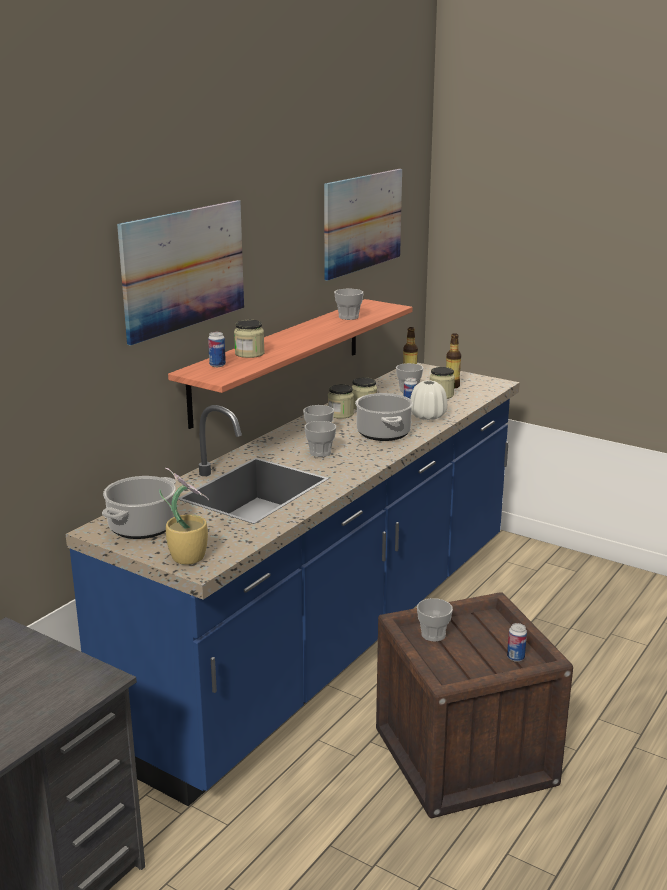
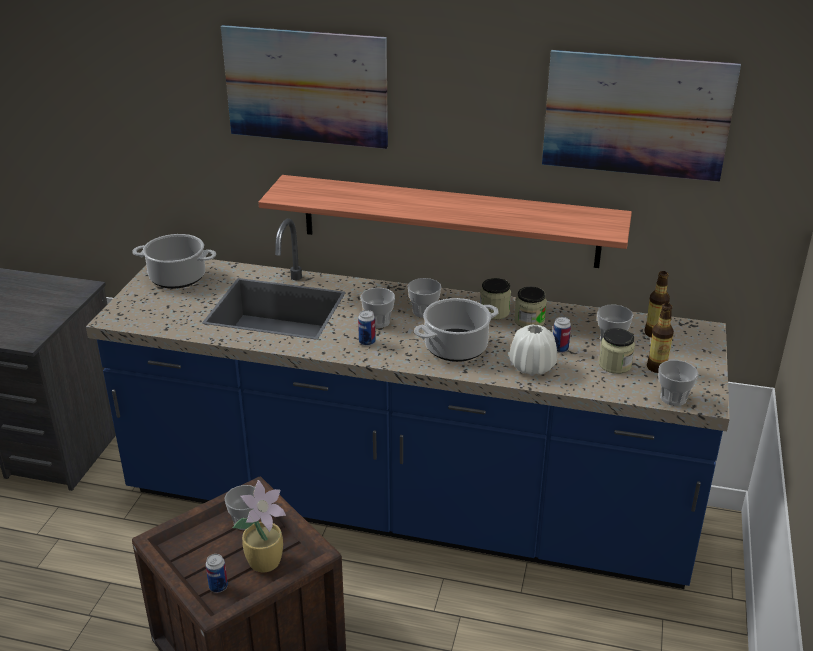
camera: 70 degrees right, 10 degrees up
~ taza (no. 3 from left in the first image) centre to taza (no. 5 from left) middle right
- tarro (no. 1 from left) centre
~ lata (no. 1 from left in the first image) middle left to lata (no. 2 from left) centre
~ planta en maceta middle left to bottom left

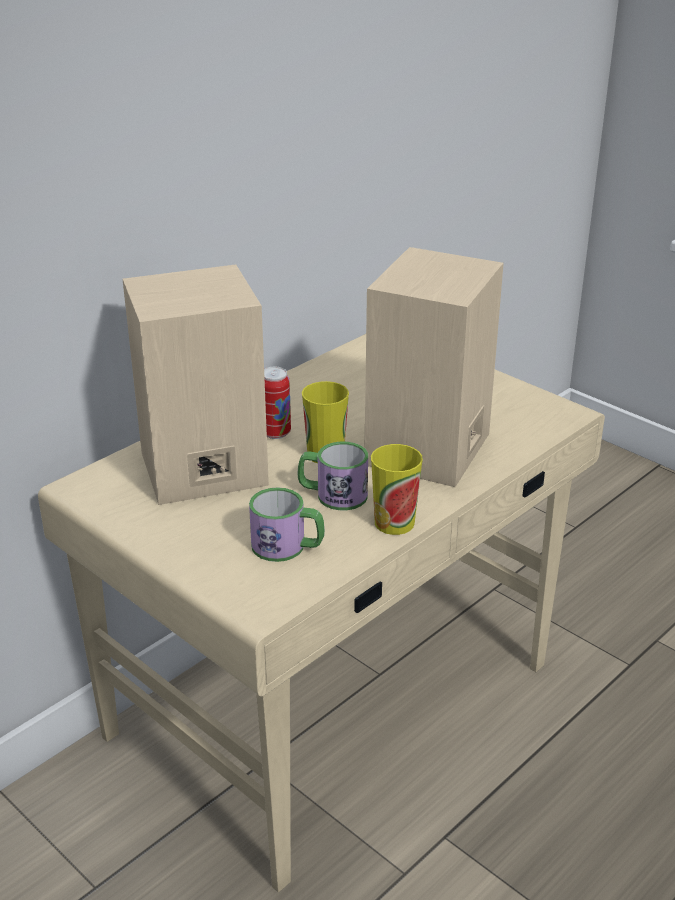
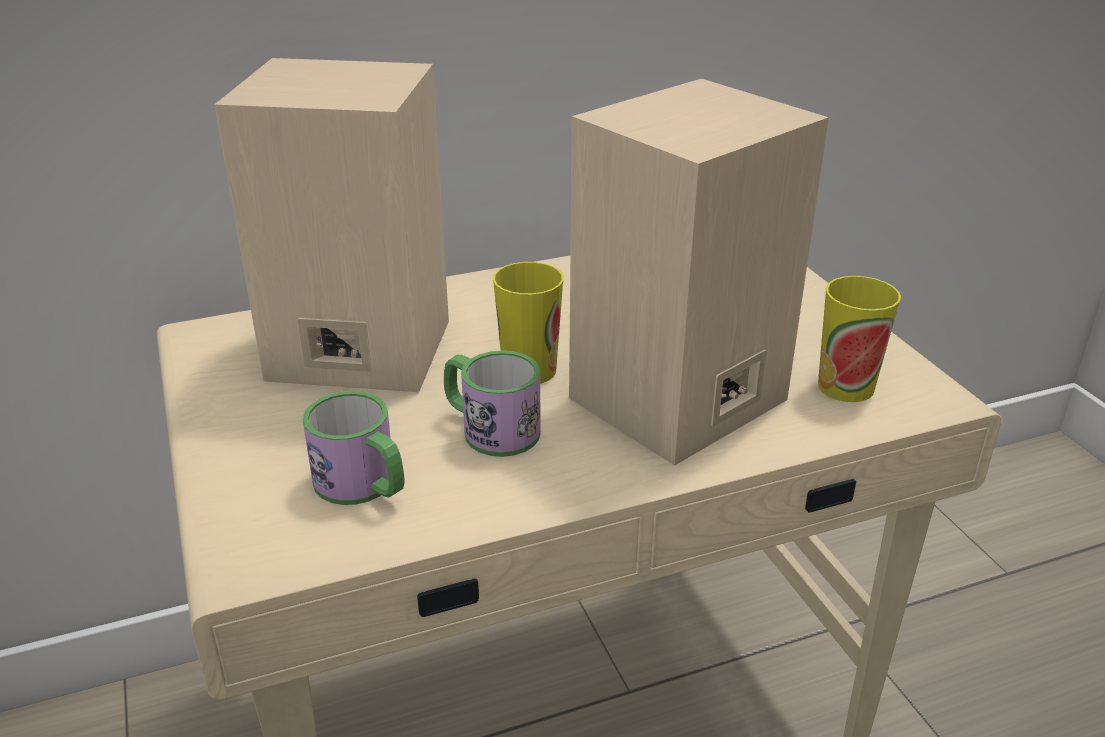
camera: 25 degrees right, 0 degrees up
- lata centre
~ taza (no. 2 from left) centre to middle right

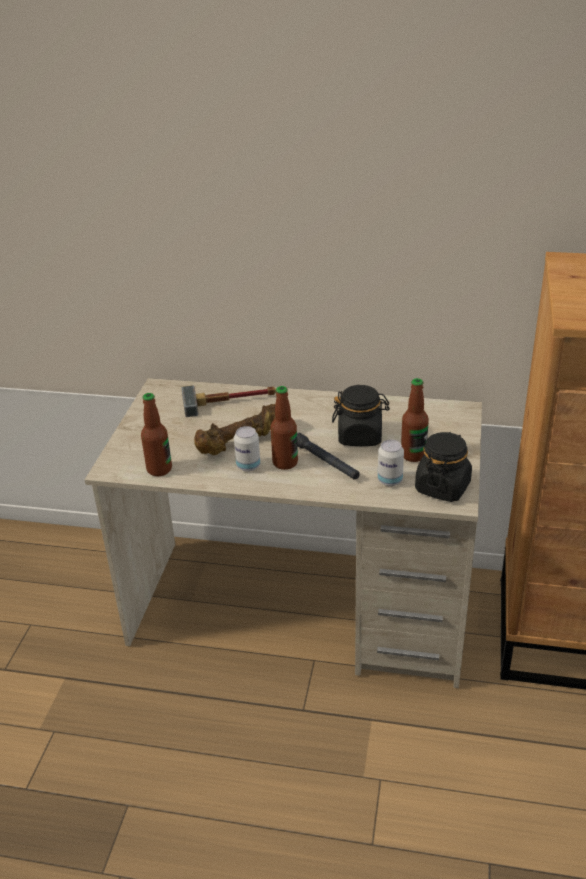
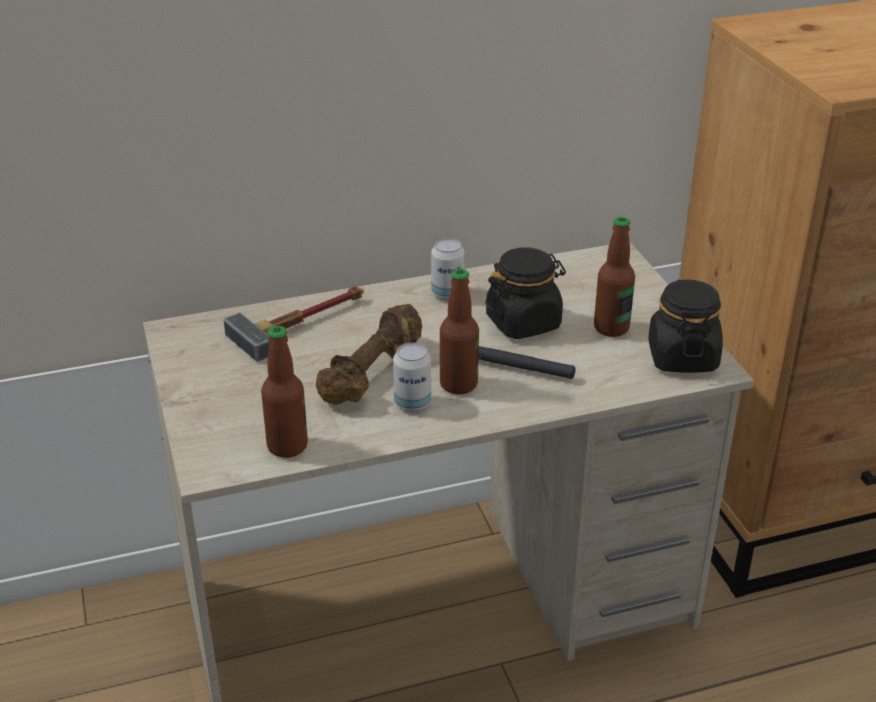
camera: 30 degrees left, 0 degrees up
~ lata (no. 2 from left) middle right to centre

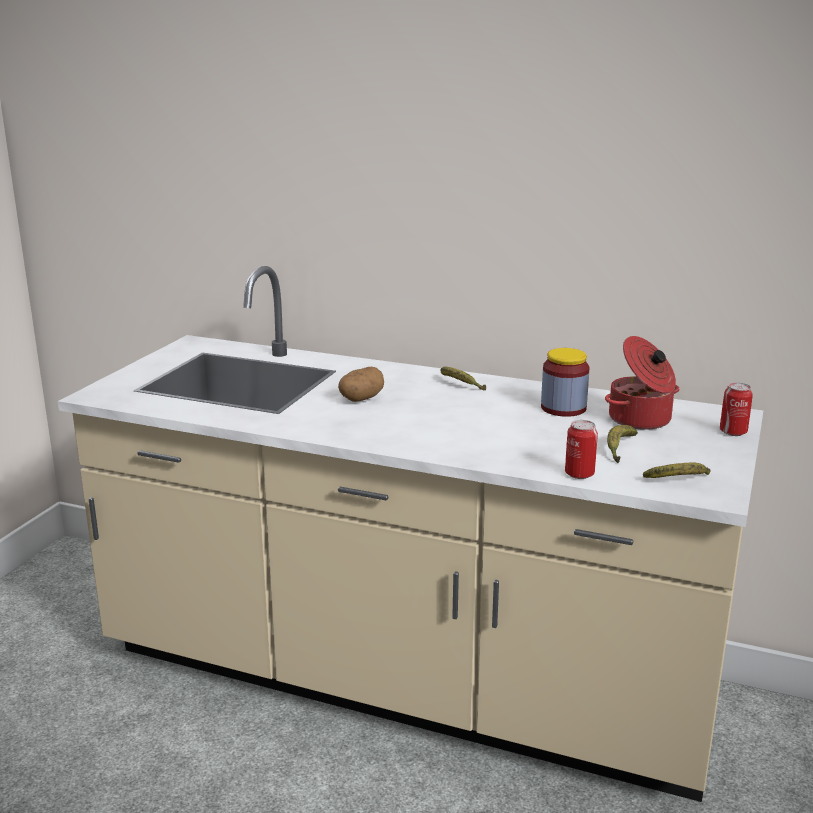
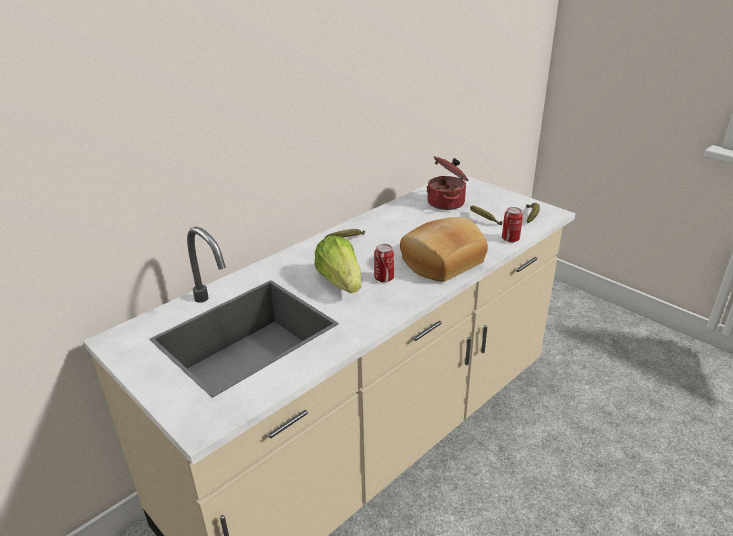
camera: 65 degrees left, 10 degrees up
- tarro middle right
~ patata centre to lechuga centre
~ lata (no. 2 from left in the first image) middle right to lata (no. 1 from left) centre
+ pan centre

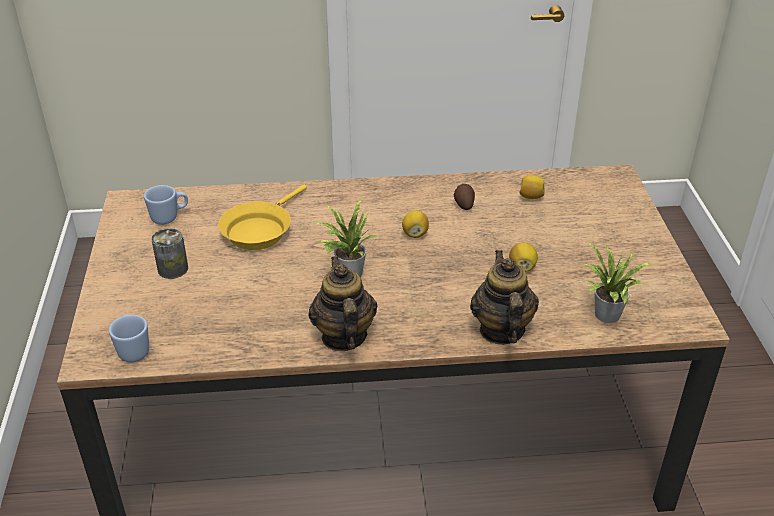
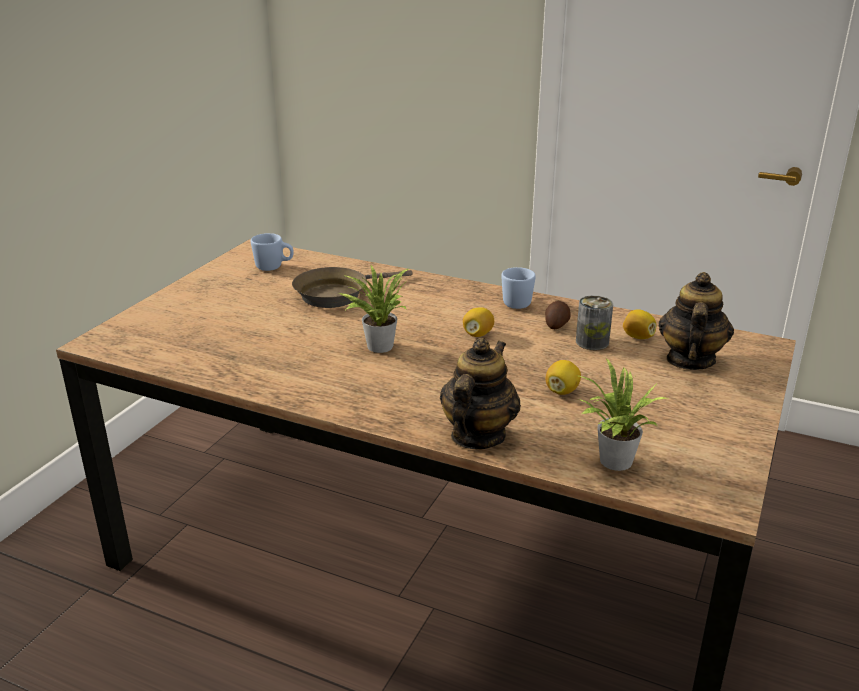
camera: 30 degrees right, 10 degrees down
~ sartén [amarillo] centre to sartén [marrón] centre
~ lata middle left to middle right
~ tetera (no. 1 from left in the first image) centre to tetera (no. 2 from left) middle right
~ taza grande [azul] (no. 1 from left in the first image) middle left to taza grande [azul] (no. 2 from left) centre

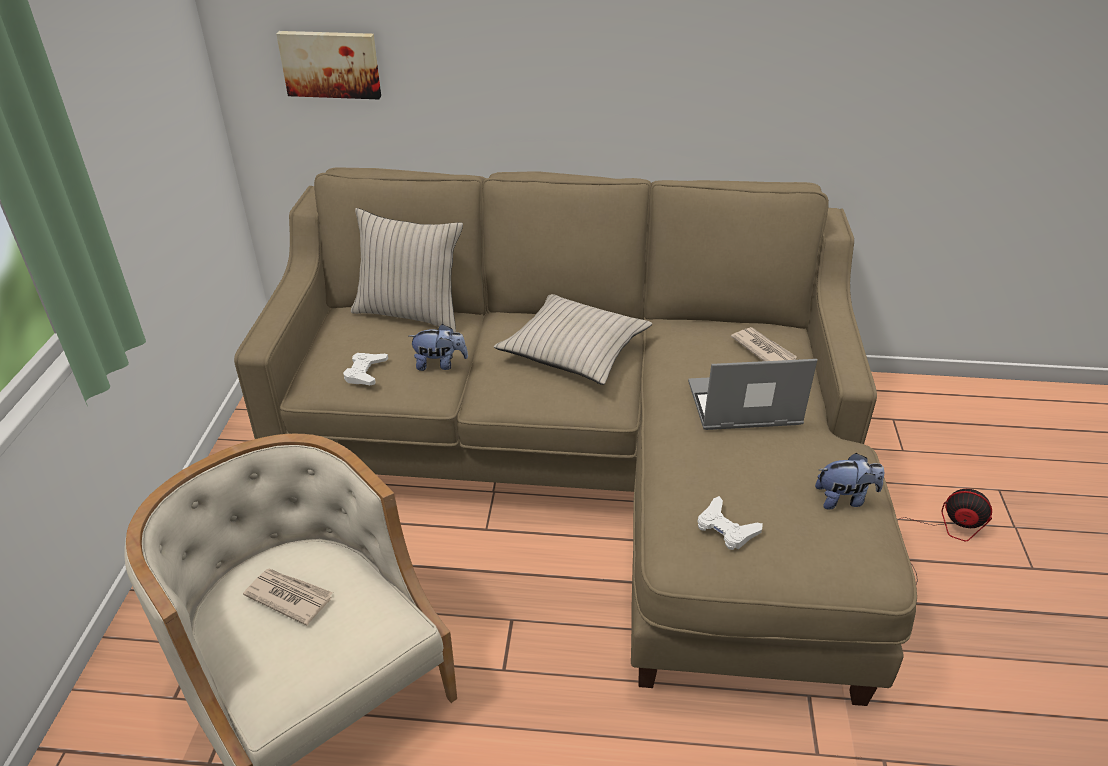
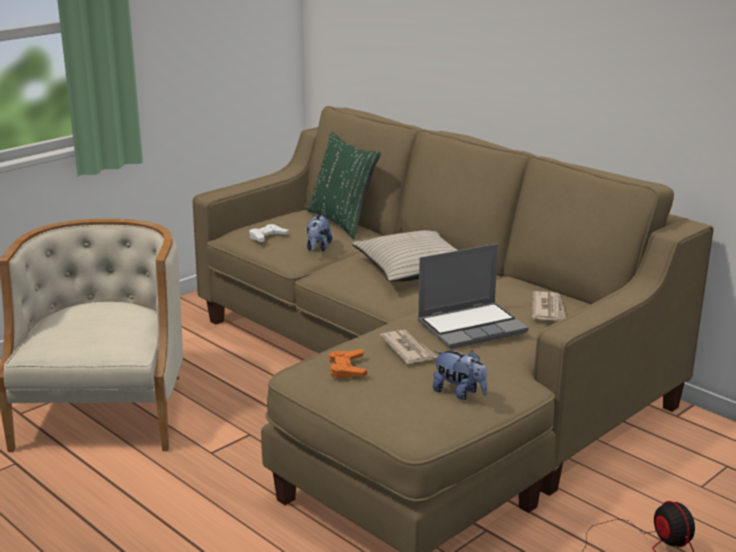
camera: 40 degrees right, 15 degrees down
- cuadro top left
~ cojín [beis] (no. 1 from left) centre to cojín [verde] centre
~ peluche (no. 1 from left) centre = centre 60 degrees clockwise
~ portátil middle right = centre 120 degrees clockwise
~ mando de consola [blanco] (no. 2 from left) bottom centre to mando de consola [naranja] centre
~ periódico (no. 1 from left) bottom left to centre

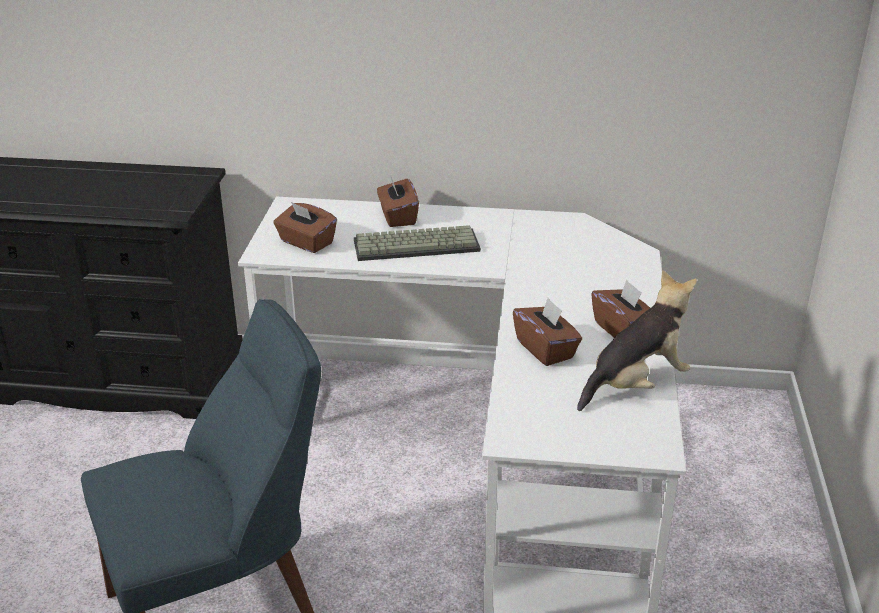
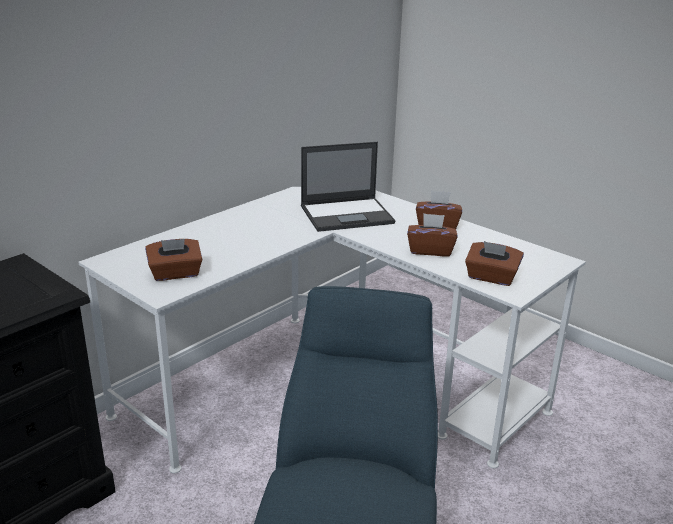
camera: 55 degrees left, 5 degrees down
~ caja de pañuelos [marrón] (no. 2 from left in the first image) top centre to caja de pañuelos [marrón] (no. 4 from left) middle right
- teclado centre
- peluche middle right
+ portátil centre

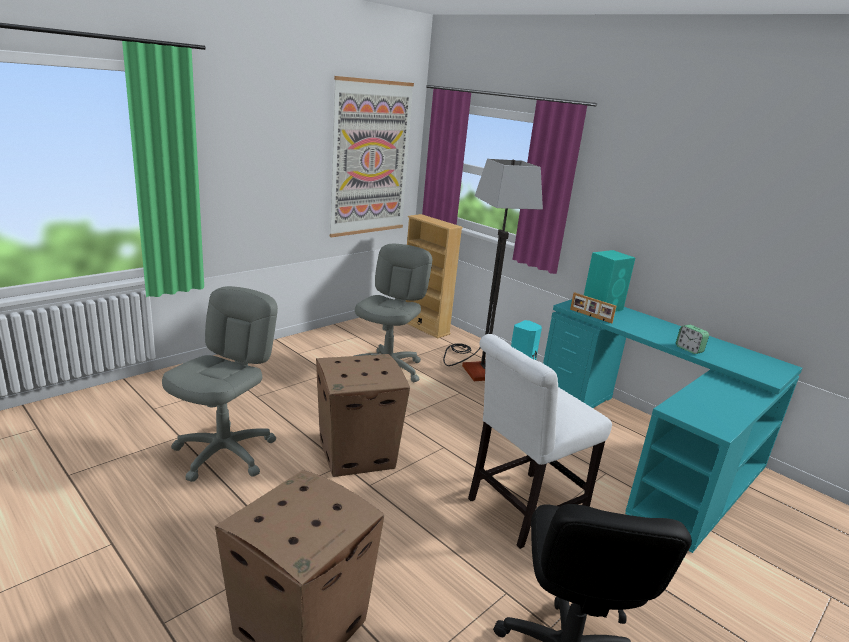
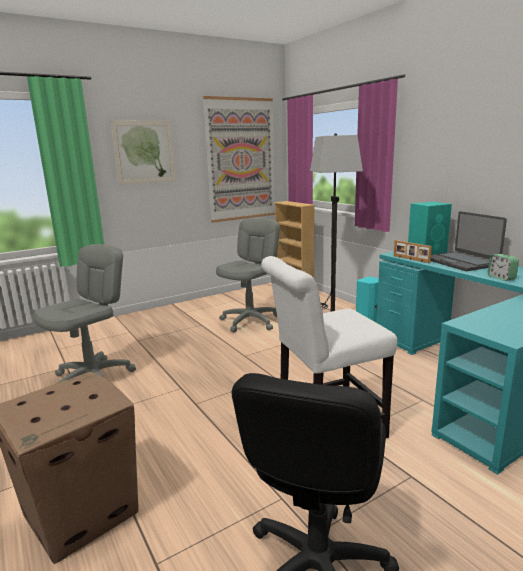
camera: 15 degrees right, 5 degrees down
- caja de cartón (no. 2 from left) centre
+ cuadro (no. 1 from left) top left
+ portátil middle right

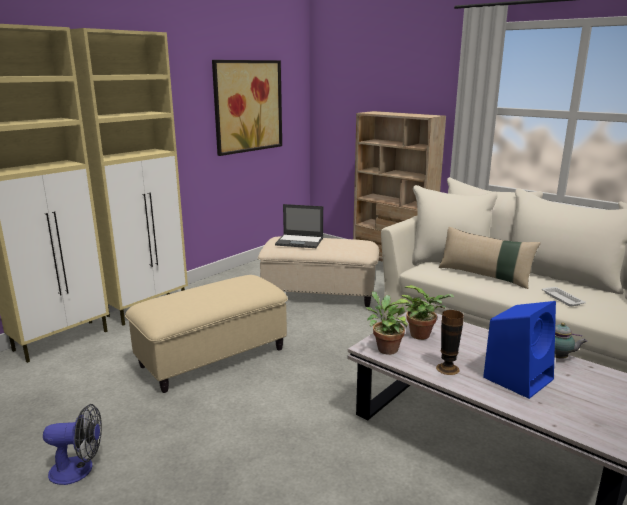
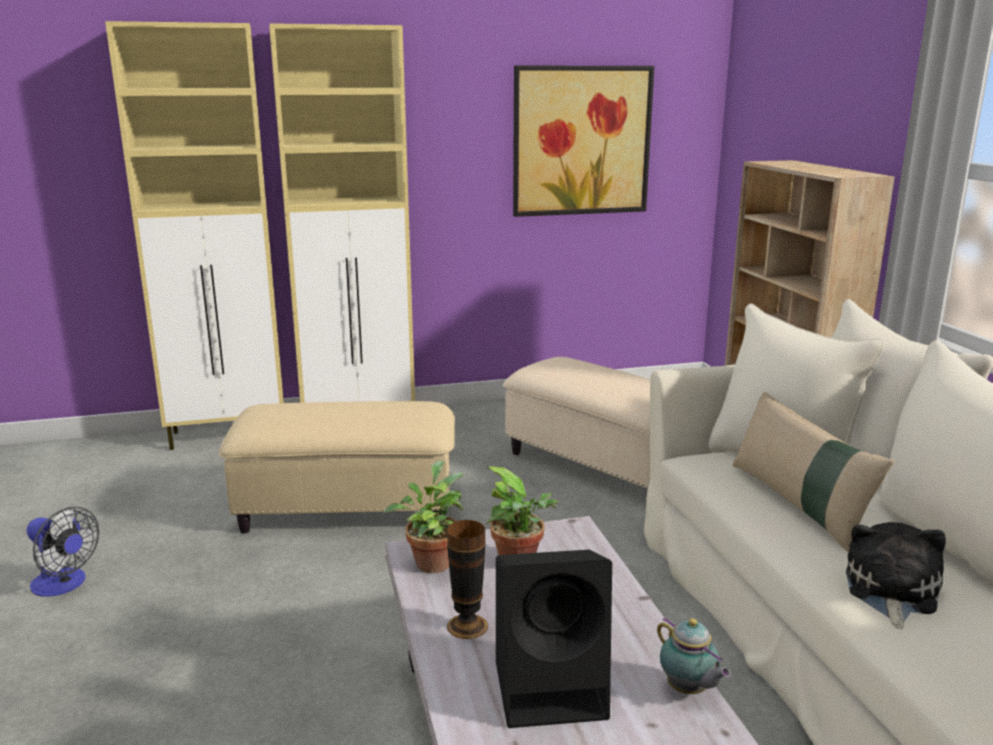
camera: 35 degrees right, 0 degrees up
- portátil centre
~ bandeja [blanco] middle right to peluche bottom right
~ altavoz [azul] bottom right to altavoz [negro] bottom centre

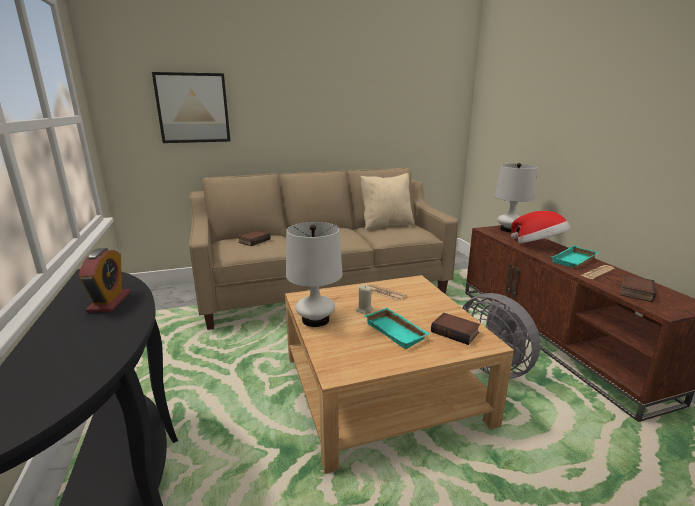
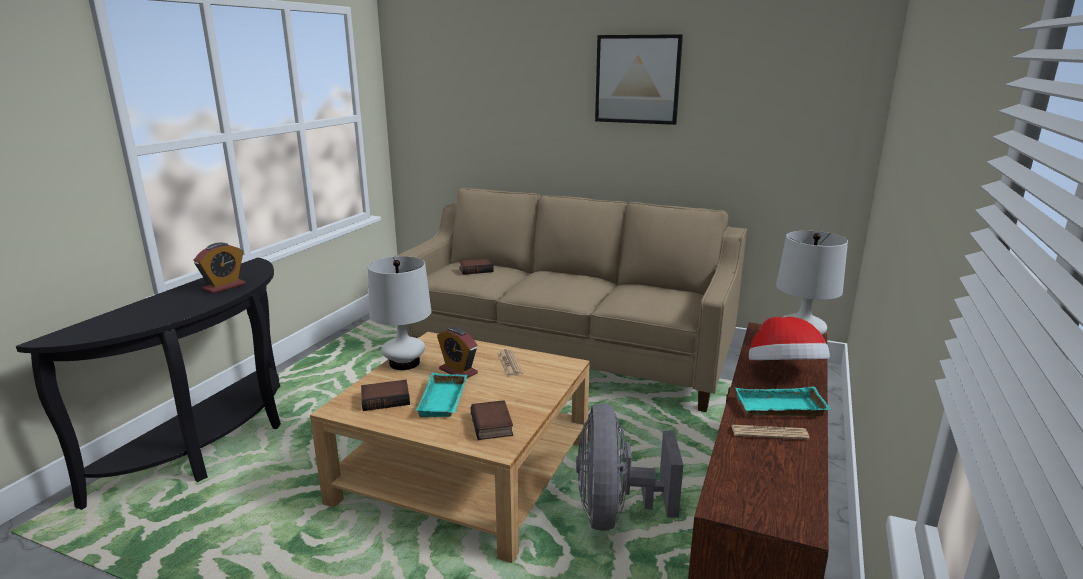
camera: 40 degrees right, 0 degrees up
~ cuadro top left to top centre
- cojín [beis] centre
~ libro (no. 3 from left in the first image) middle right to libro (no. 1 from left) bottom centre
~ vela [beis] centre to despertador (no. 2 from left) centre

